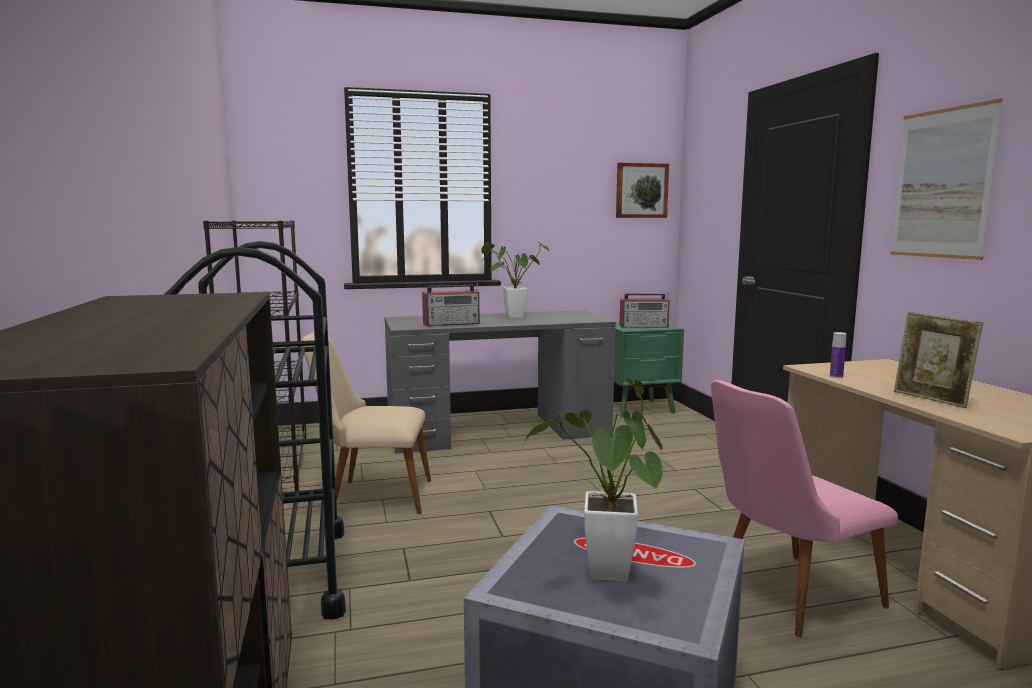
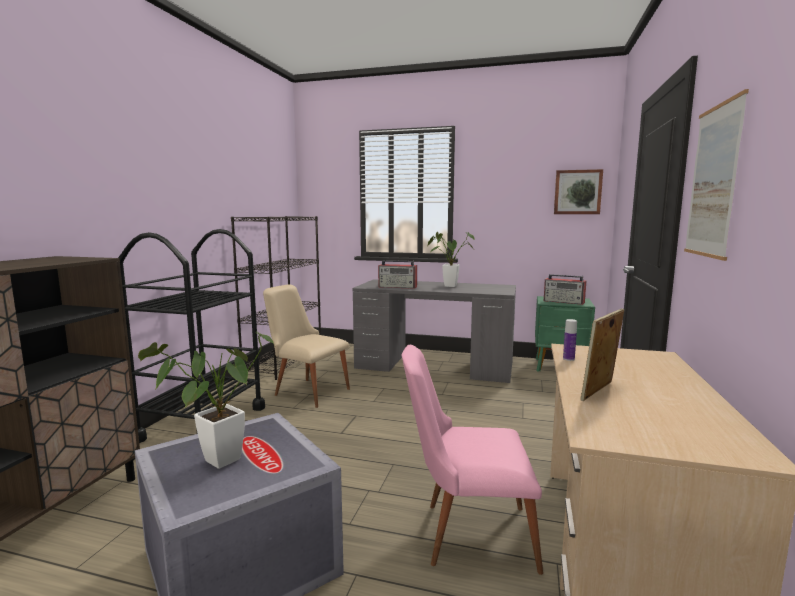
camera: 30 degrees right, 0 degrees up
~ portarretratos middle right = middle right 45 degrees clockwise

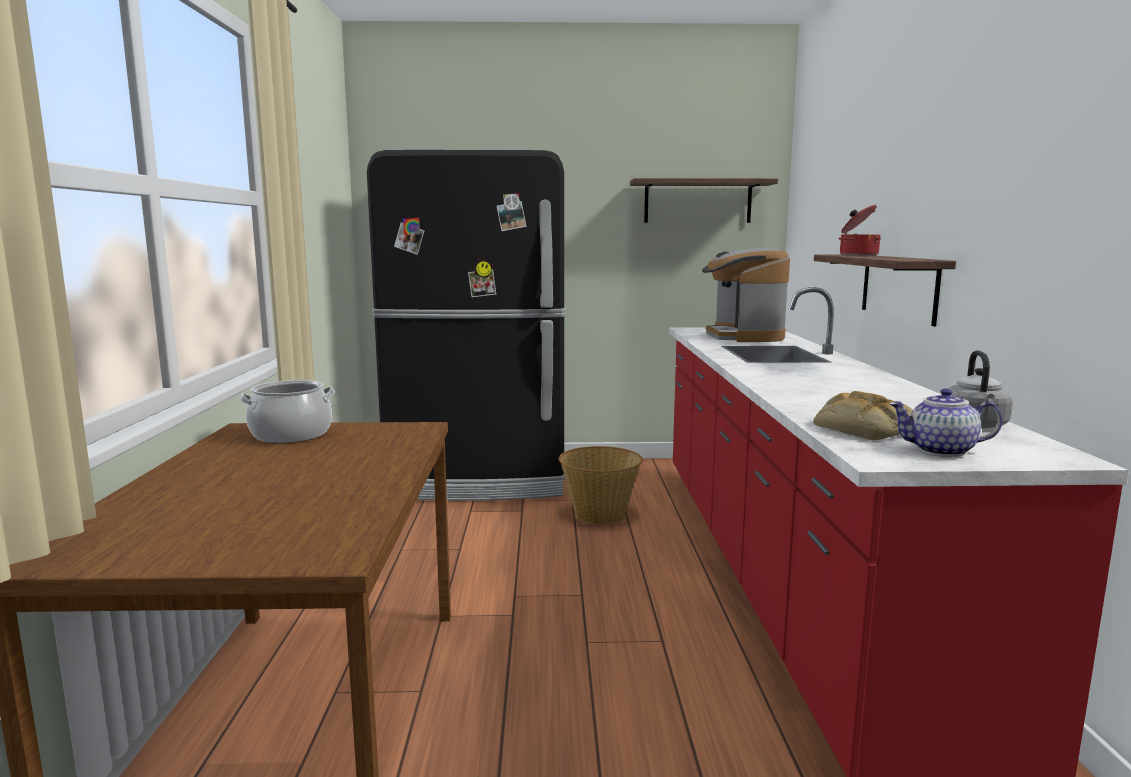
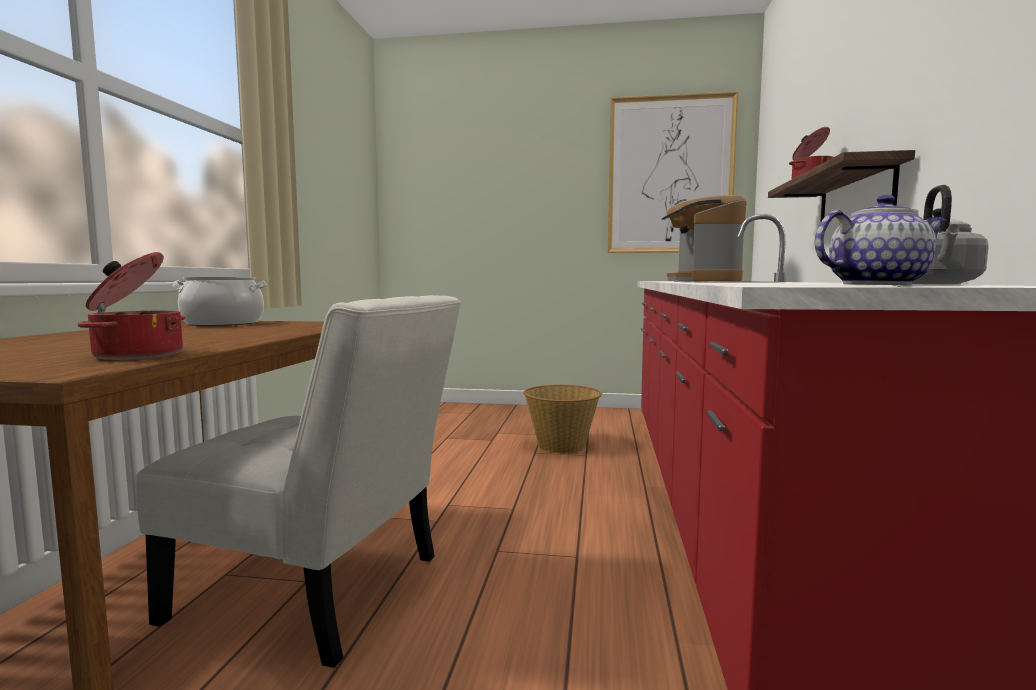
camera: 10 degrees right, 5 degrees down
- nevera [negro] centre
~ estante (no. 1 from left) top centre to cuadro top centre
~ tetera middle right = middle right 150 degrees clockwise
- pan middle right
+ olla (no. 1 from left) middle left
+ silla [blanco] bottom left

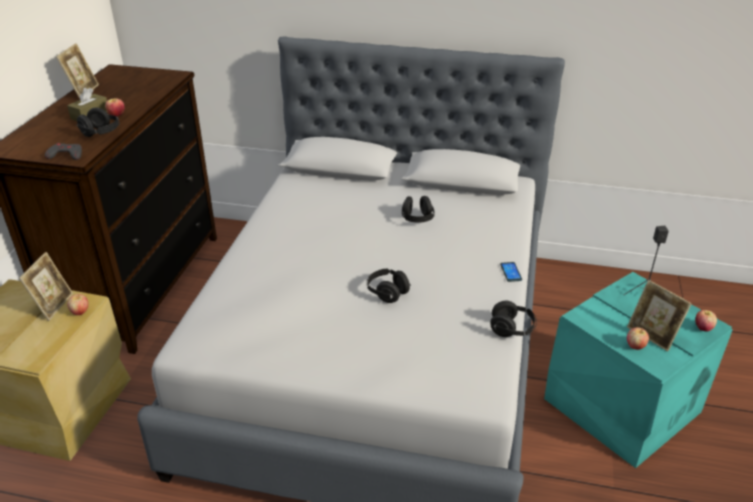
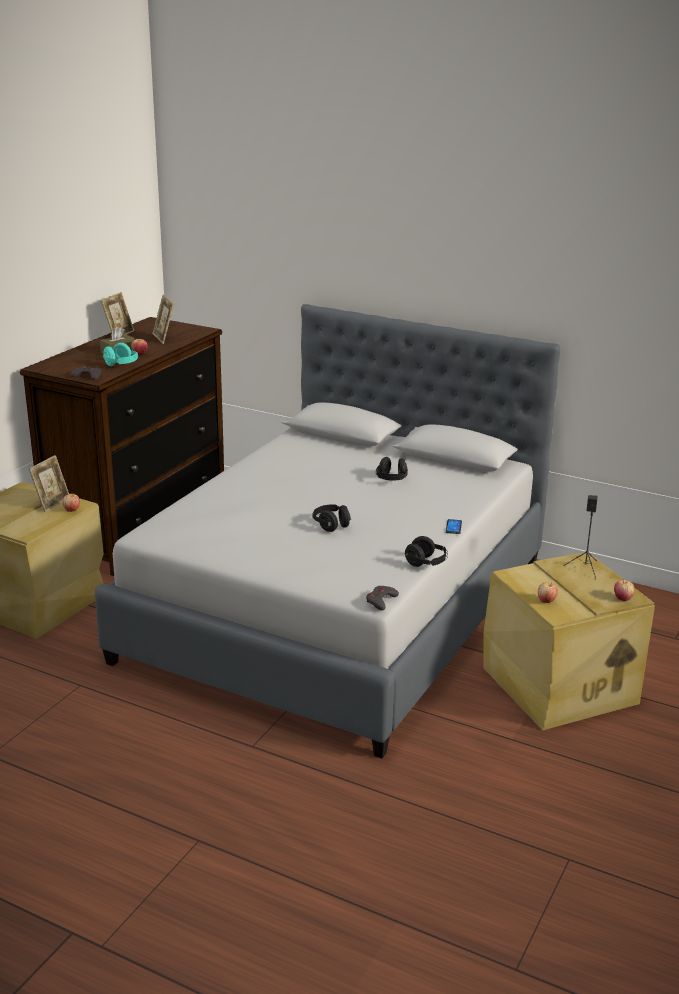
camera: 15 degrees right, 10 degrees down
~ auriculares [negro] (no. 1 from left) top left to auriculares [turquesa] middle left
~ caja de almacenaje [turquesa] bottom right to caja de almacenaje [beis] (no. 2 from left) middle right
~ portarretratos (no. 3 from left) middle right to top left
+ mando de consola [gris] (no. 2 from left) centre

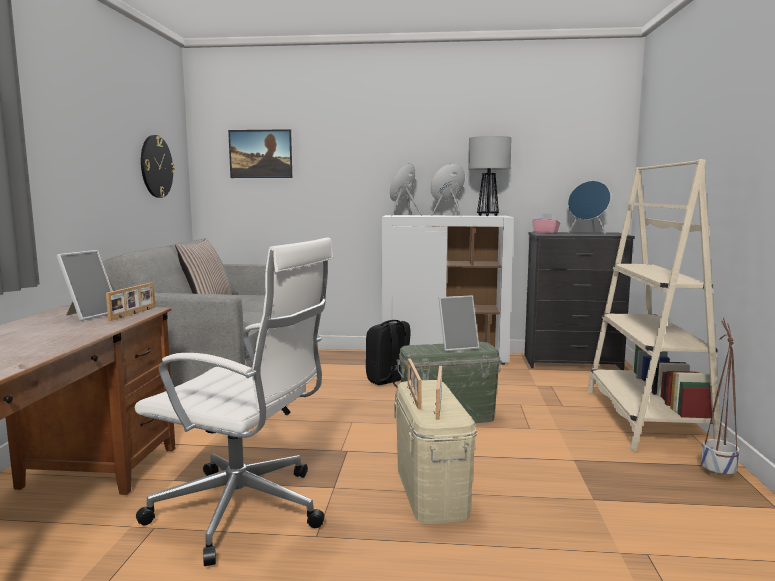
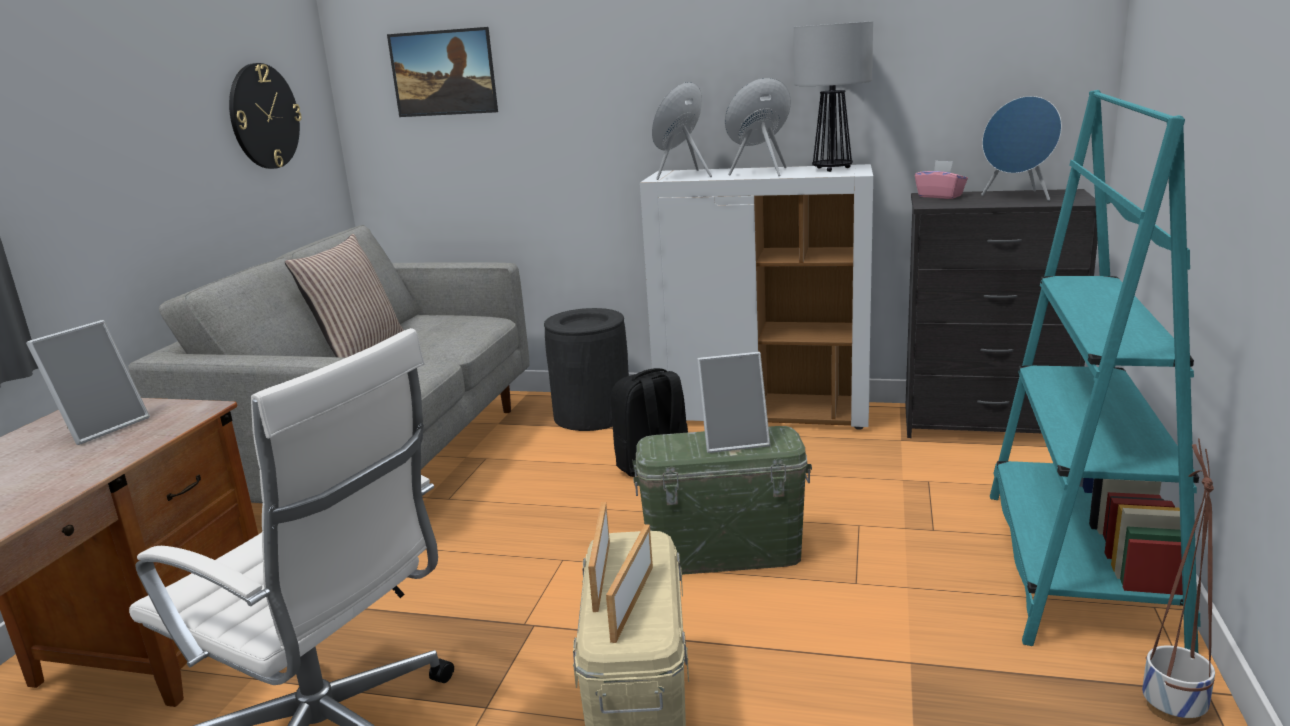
camera: 10 degrees right, 10 degrees up
~ estantería [beis] middle right to estantería [turquesa] middle right
- portarretratos (no. 2 from left) middle left
+ papelera [negro] centre

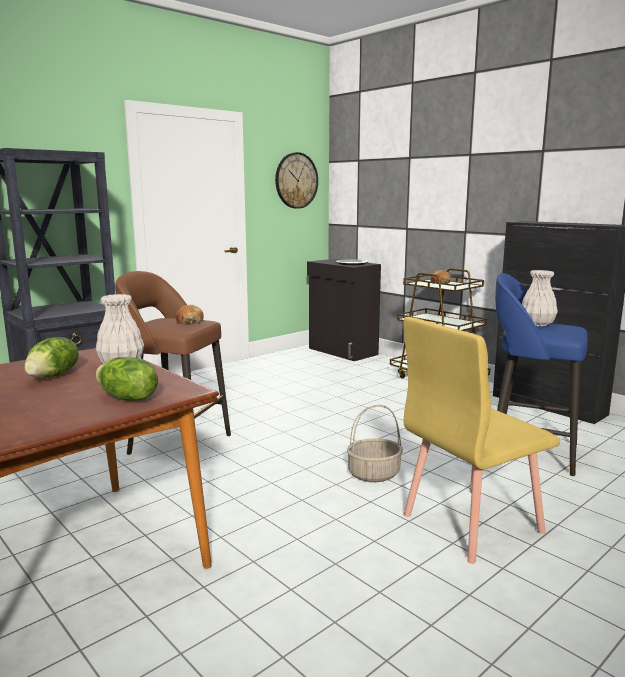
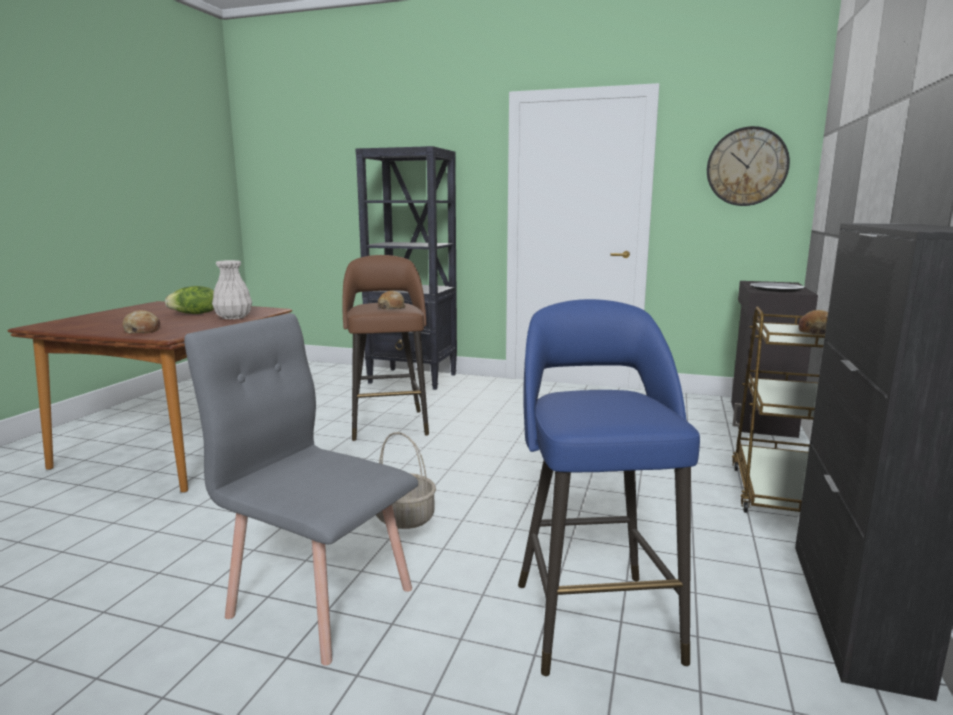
camera: 60 degrees right, 0 degrees up
- florero [blanco] (no. 2 from left) middle right
~ silla [amarillo] middle right to silla [gris] bottom left
~ lechuga (no. 2 from left) middle left to pan (no. 1 from left) middle left

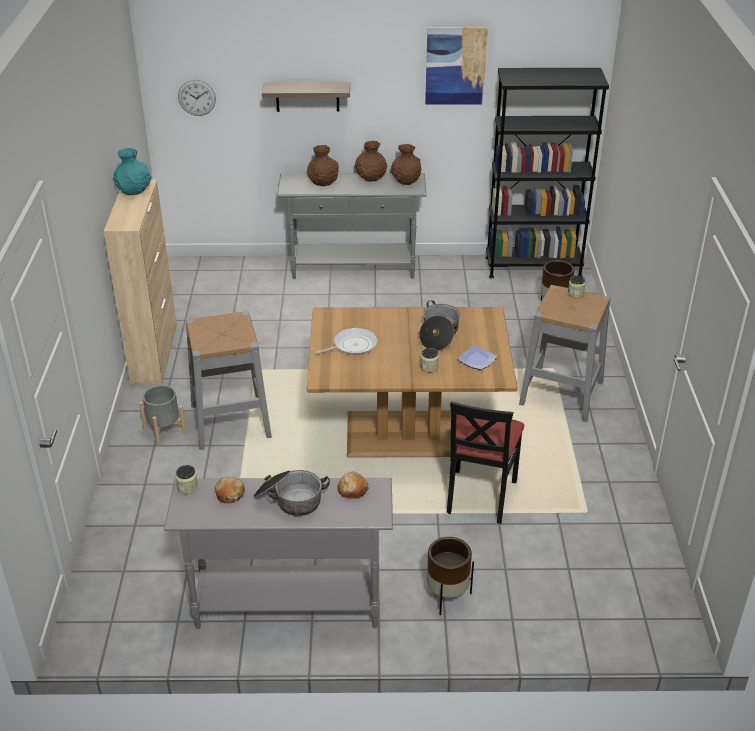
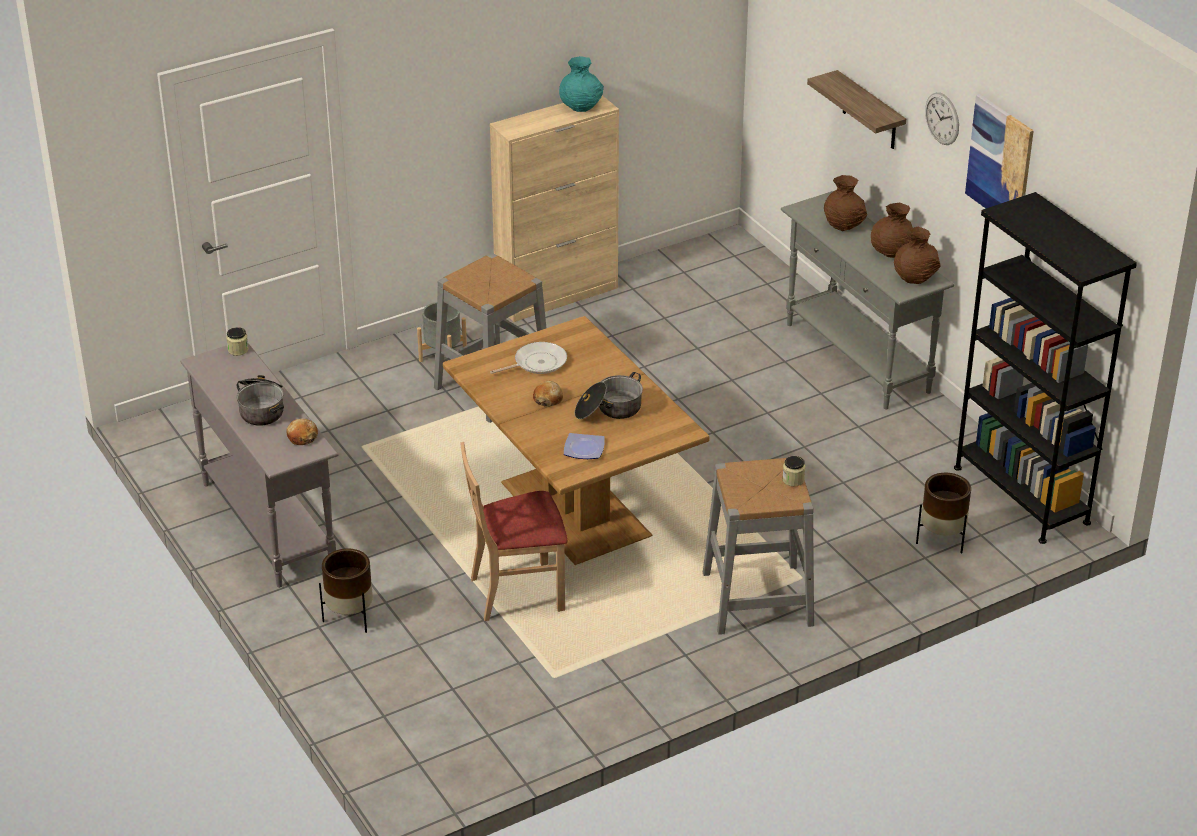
camera: 60 degrees right, 0 degrees up
~ reloj de pared top left to top right
~ sartén centre = centre 60 degrees counterclockwise
- tarro (no. 2 from left) centre
~ silla [negro] centre to silla [beis] centre
~ pan (no. 1 from left in the first image) bottom left to pan (no. 2 from left) centre

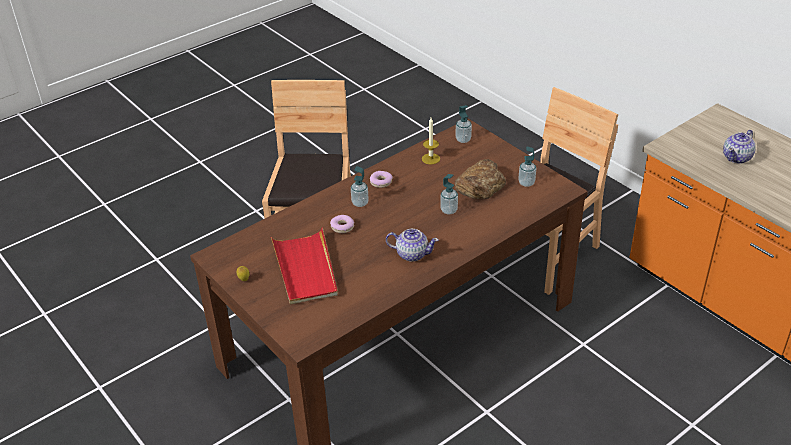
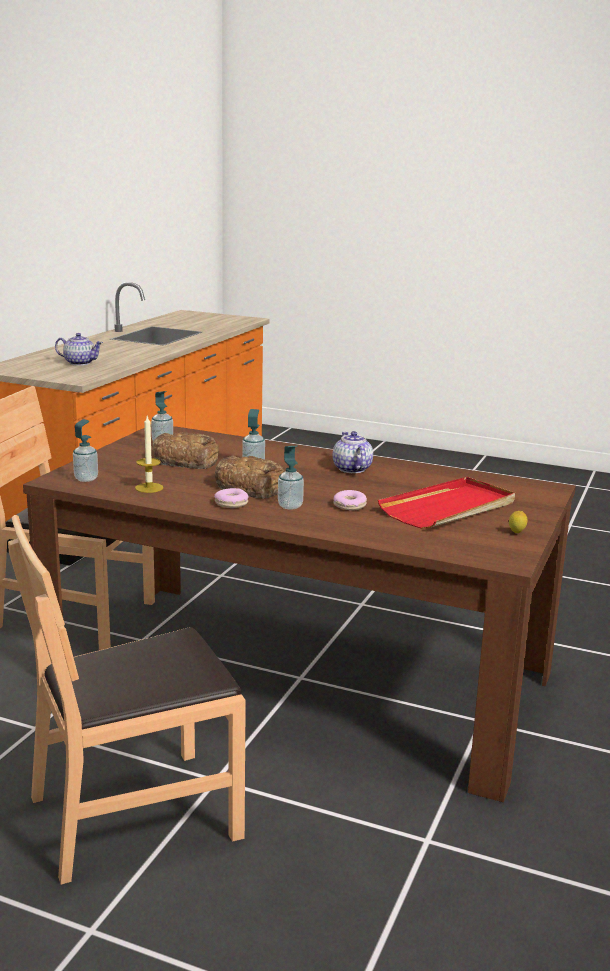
camera: 120 degrees left, 20 degrees down
+ pan (no. 2 from left) centre

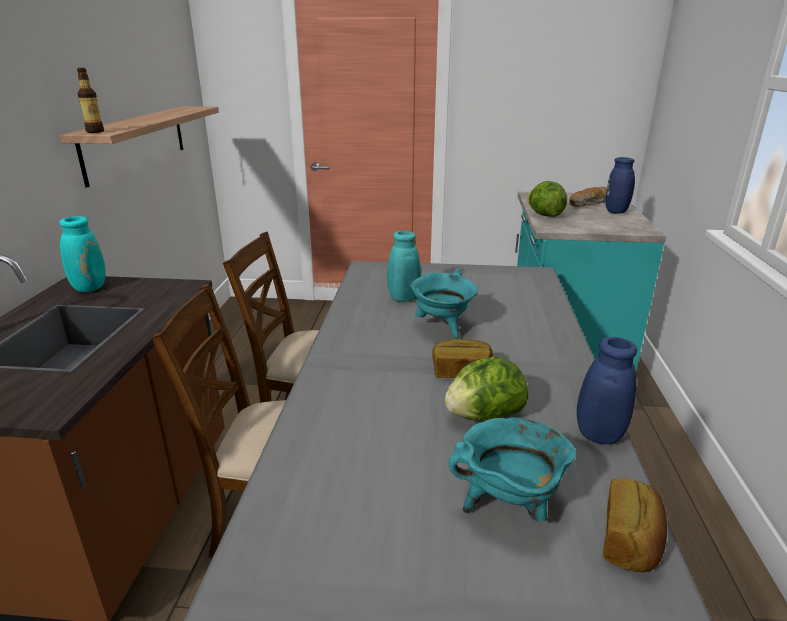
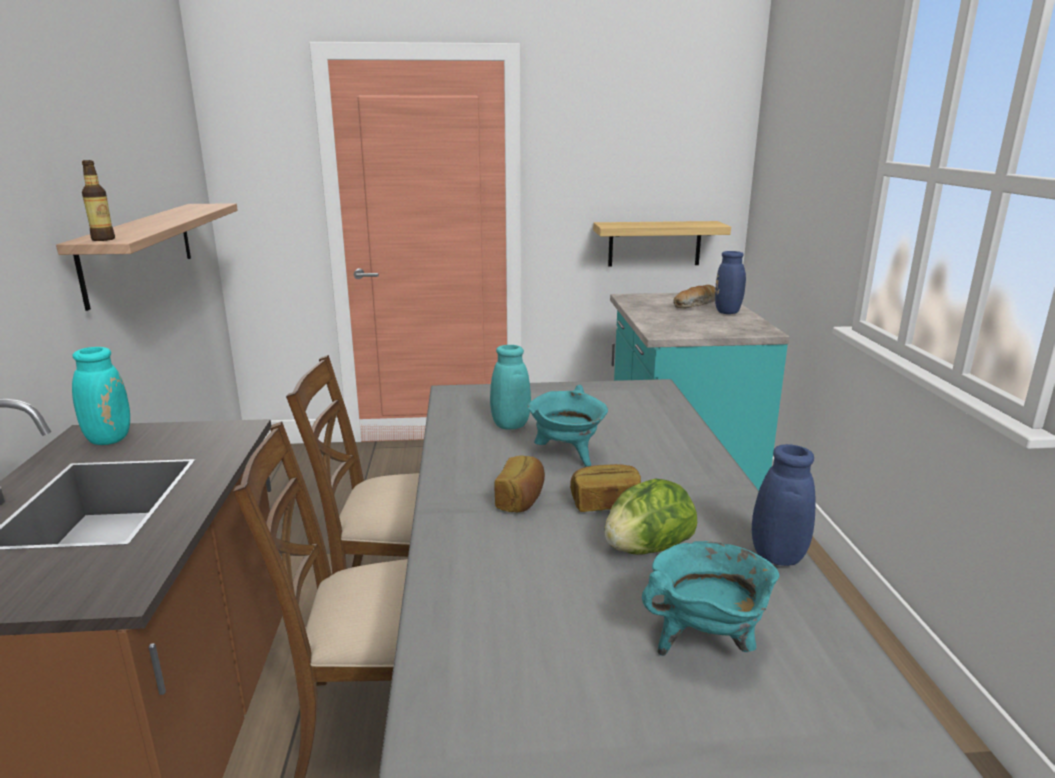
camera: 10 degrees left, 5 degrees down
- lechuga (no. 2 from left) top right
~ pan (no. 3 from left in the first image) bottom right to pan (no. 1 from left) centre
+ estante (no. 2 from left) top centre

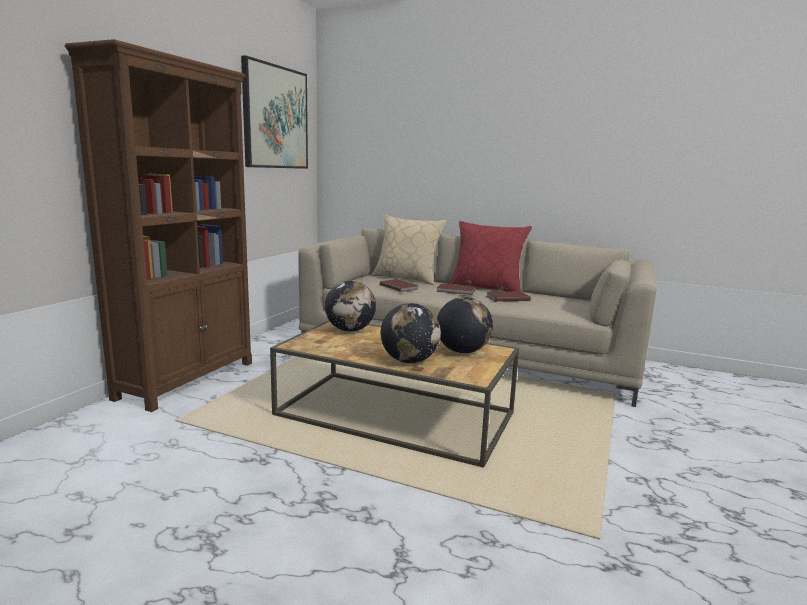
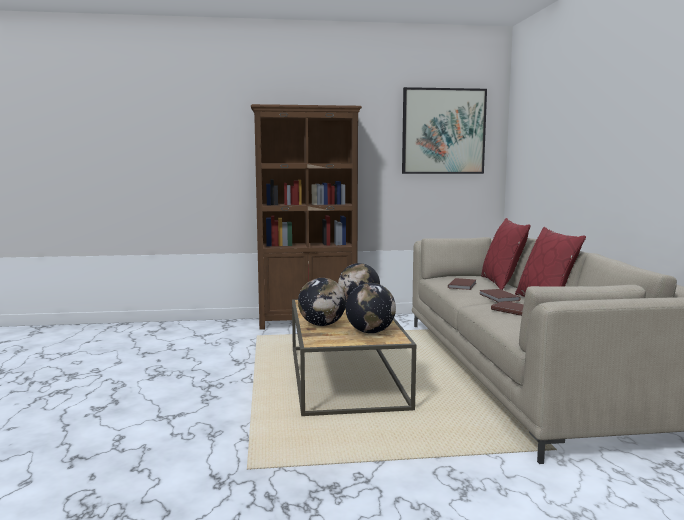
camera: 60 degrees right, 5 degrees down
~ cojín [beis] centre to cojín [rojo] (no. 1 from left) middle right

